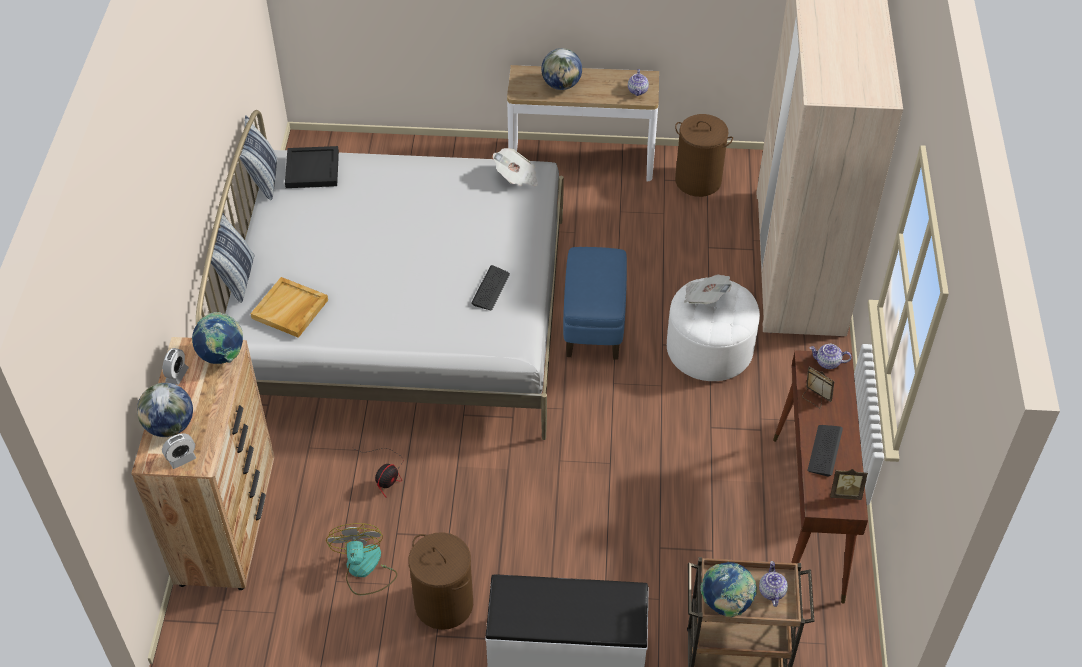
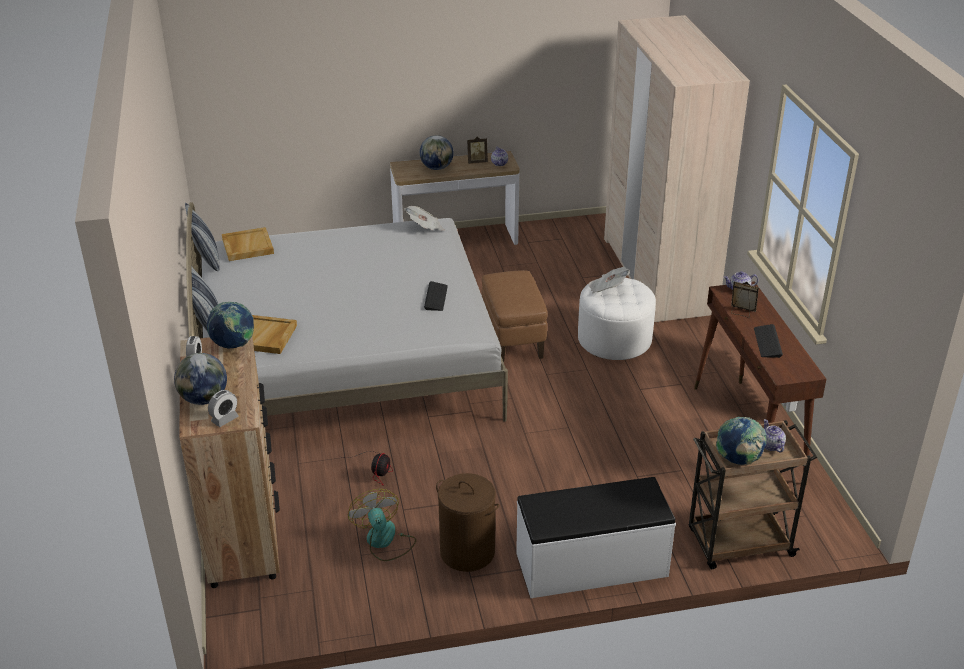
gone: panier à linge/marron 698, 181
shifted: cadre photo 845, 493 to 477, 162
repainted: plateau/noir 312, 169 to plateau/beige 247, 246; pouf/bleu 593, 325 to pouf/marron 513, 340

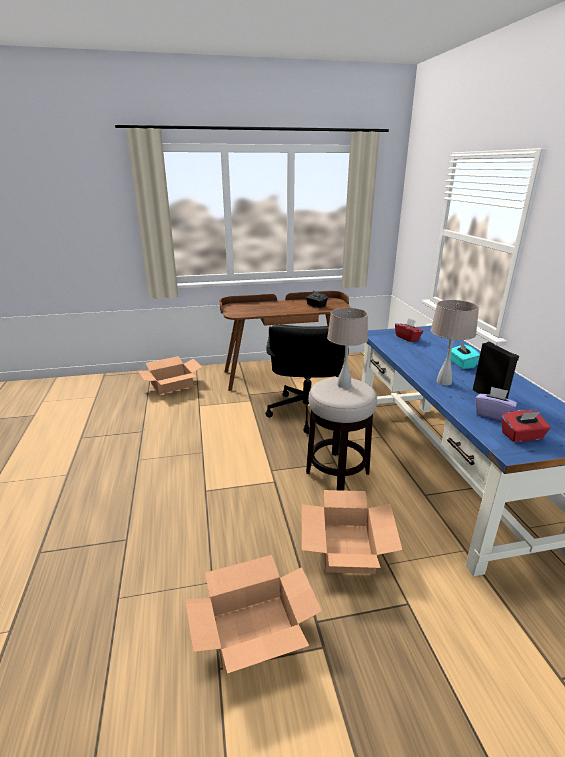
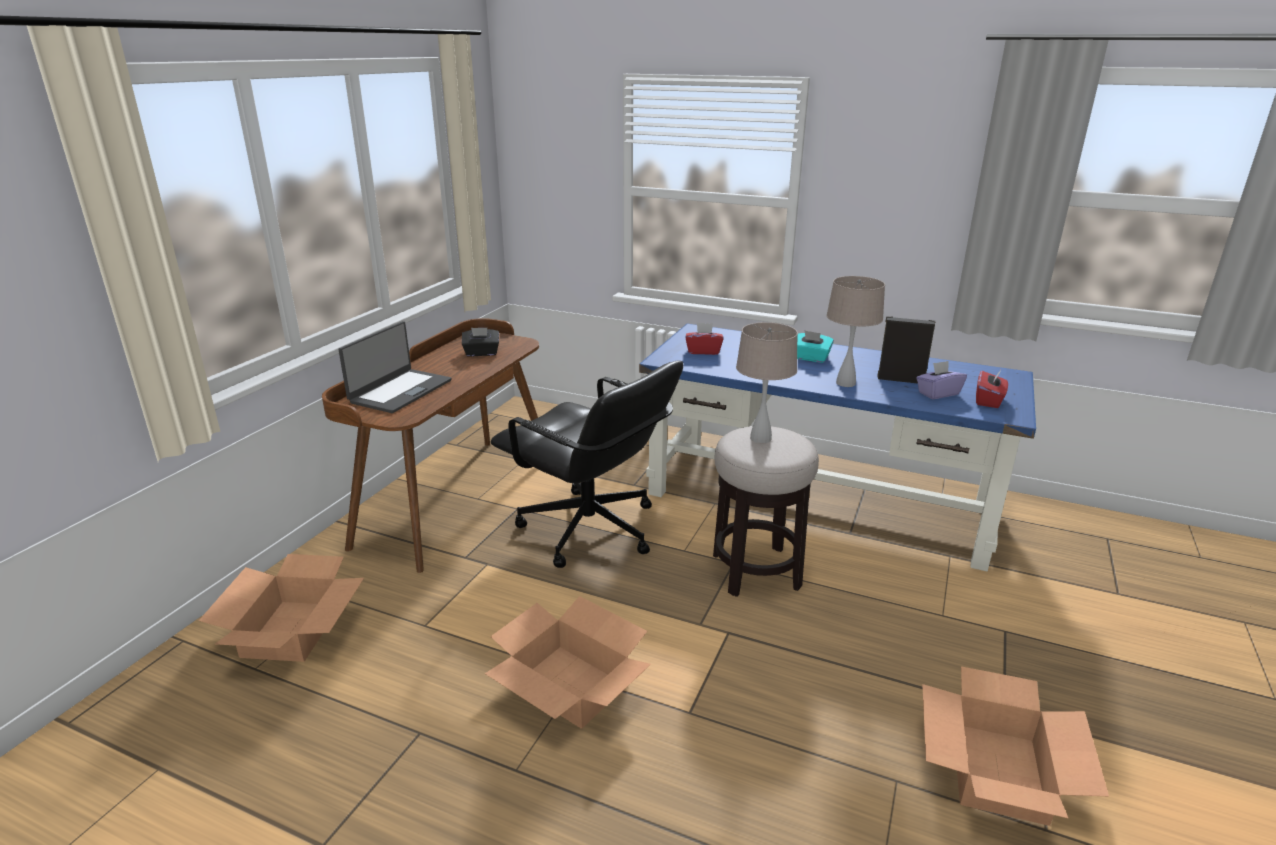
new: ordinateur portable 400, 391
shifted: carton 346, 548 to 570, 685

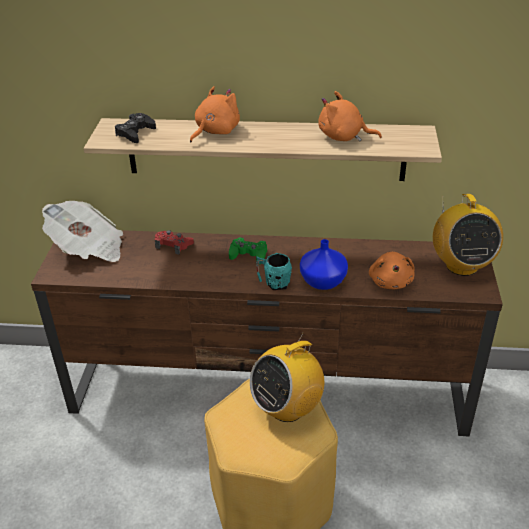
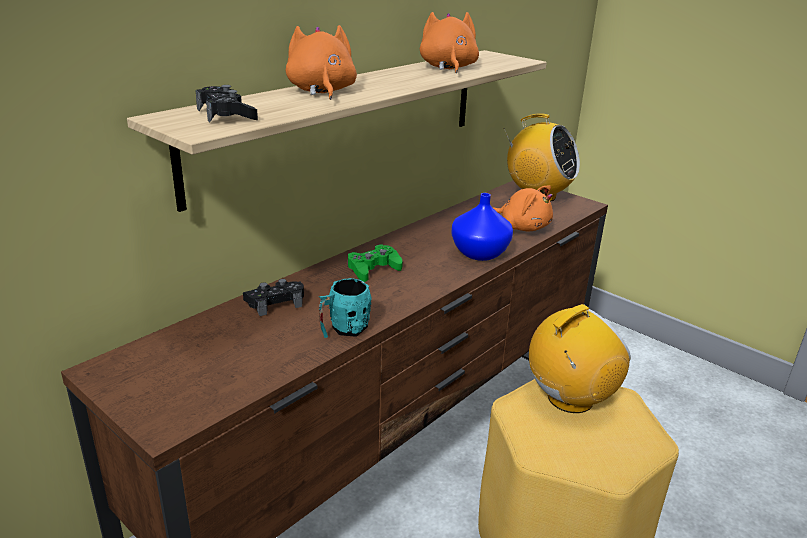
gone: journal 88, 248
shifted: mug/turquoise 274, 283 to 344, 329
repainted: manette/rouge 173, 245 to manette/noir 275, 303
rotated: peluche/orange 343, 137 = 447, 68 120 degrees clockwise; radio 287, 408 = 569, 399 120 degrees counterclockwise

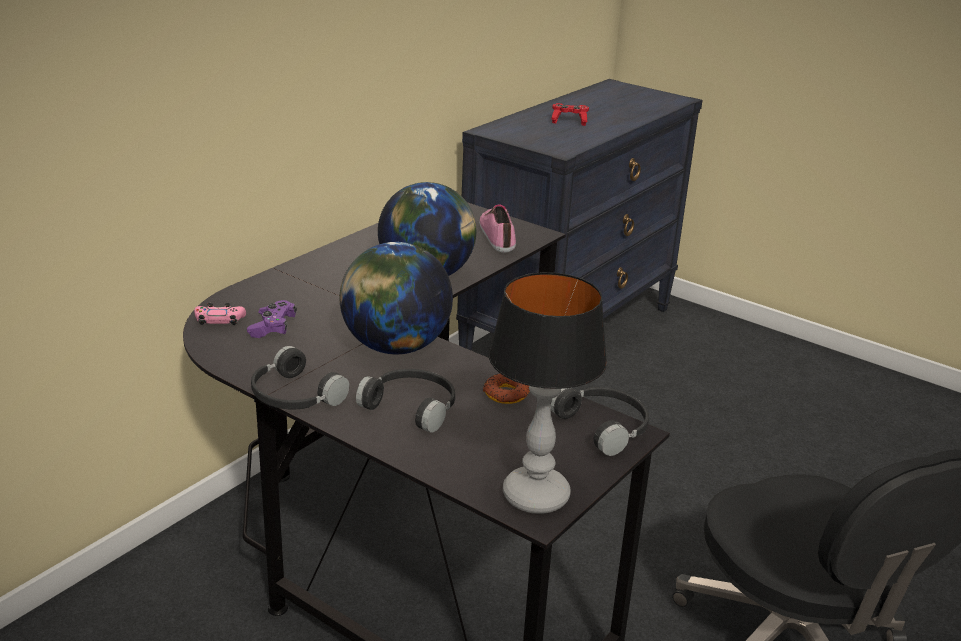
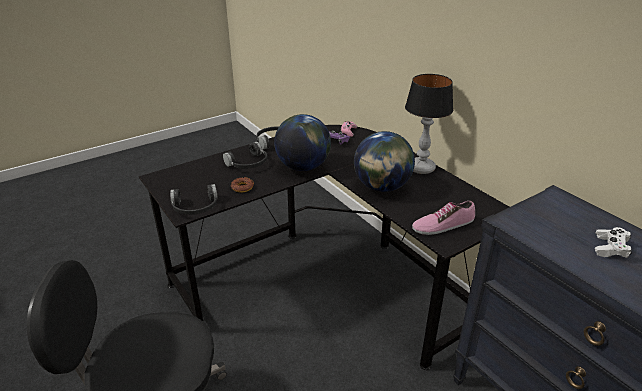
shifted: lampe de table 537, 496 to 421, 168
repainted: manette/rouge 569, 121 to manette/blanc 610, 248
rotated: chaussure 498, 235 = 443, 225 150 degrees clockwise

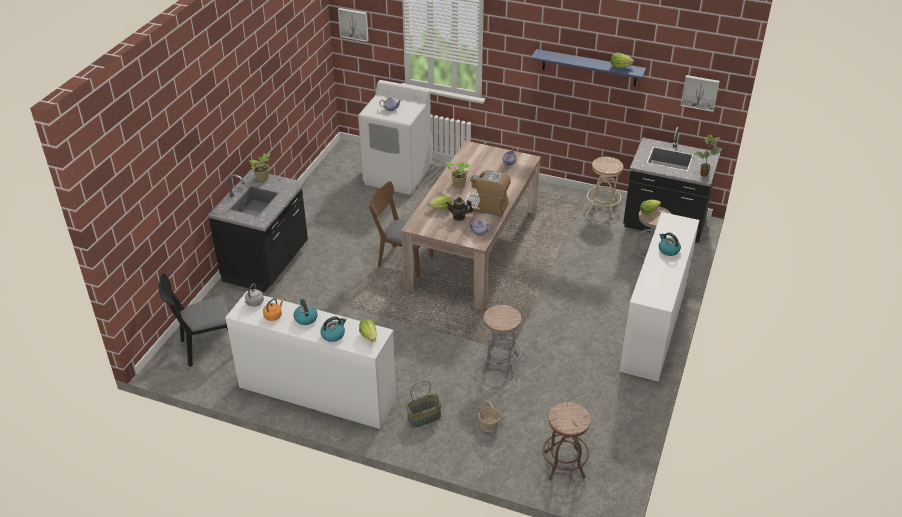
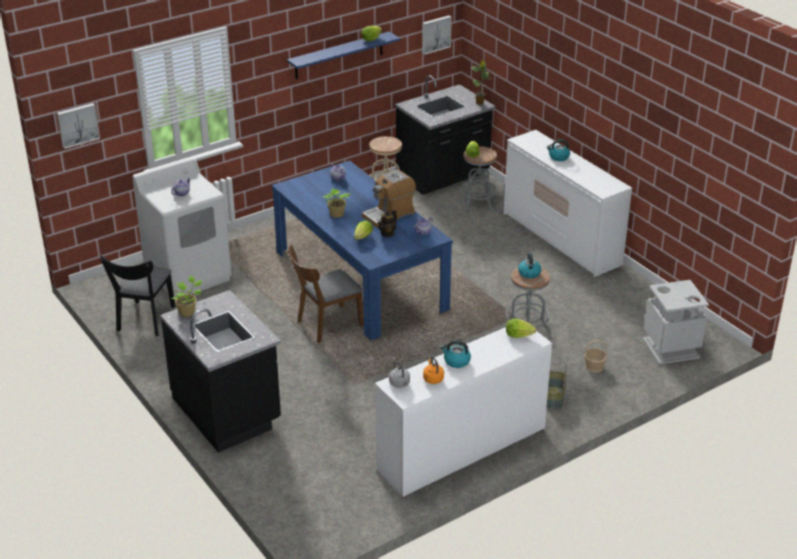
shifted: chaise/noir 204, 347 to 144, 321; bouilloire 333, 334 to 529, 273
swapped: tabouret/marron 564, 464 to poubelle/gris 671, 348
repainted: table à manger/beige 473, 250 to table à manger/bleu 360, 280

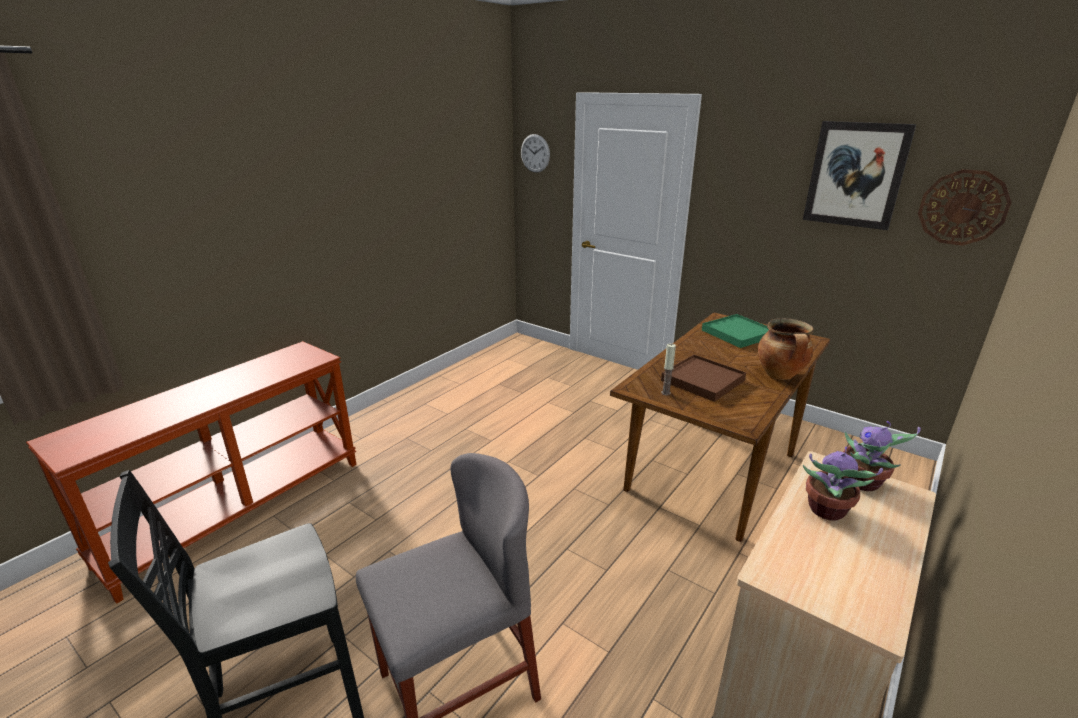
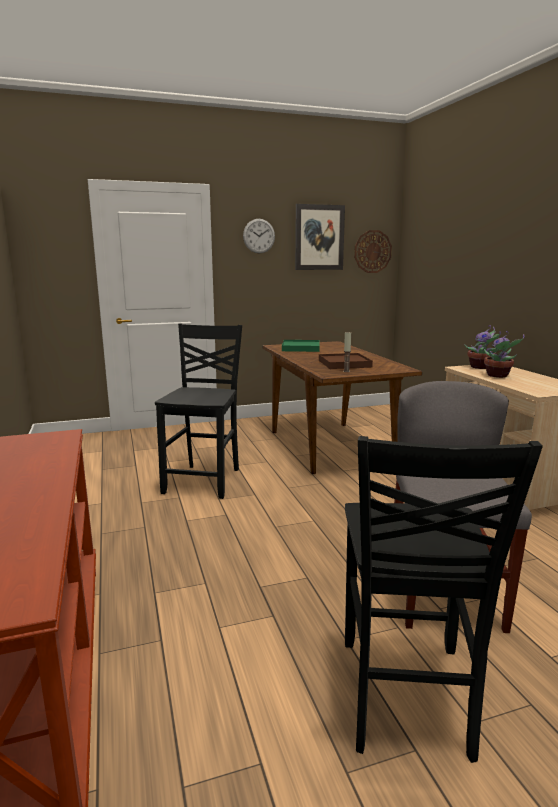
gone: marmite 780, 375
new: chaise/noir 205, 480
shifted: horloge murale 535, 153 to 259, 236

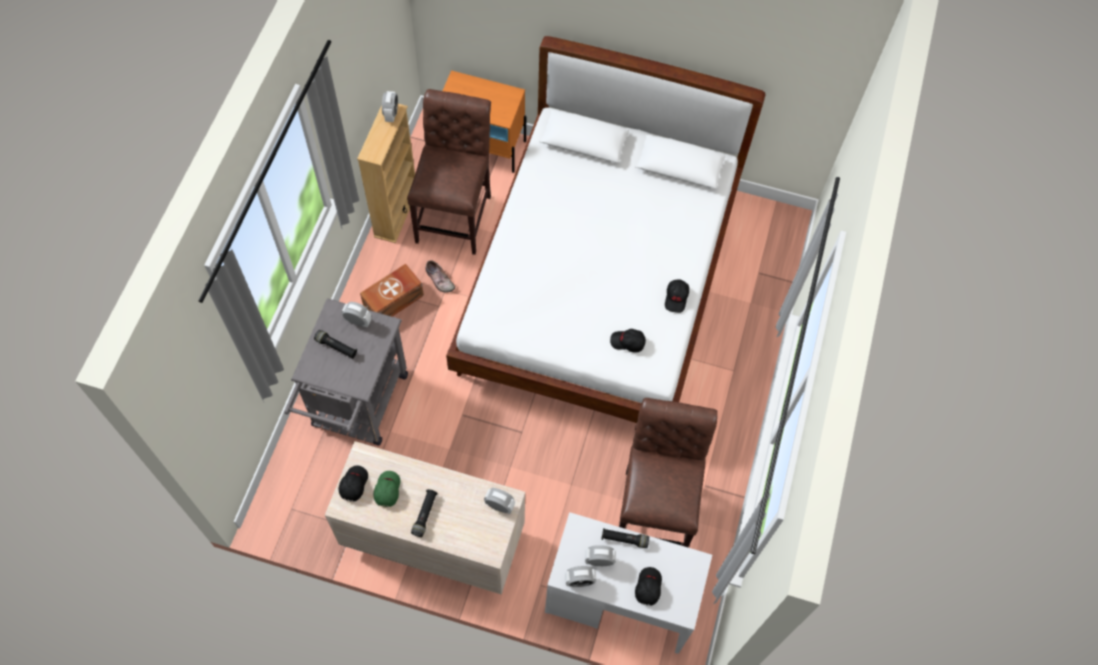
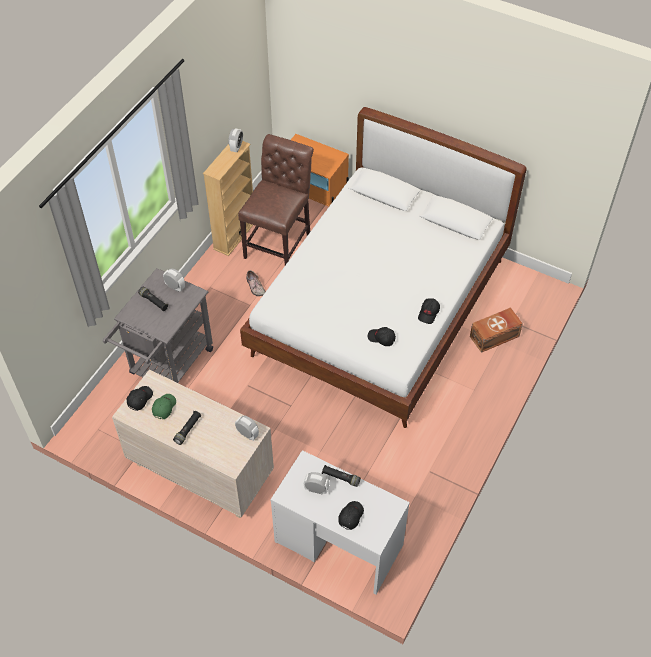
gone: réveil 579, 581; chaise/marron 655, 507
shifted: boîte de rangement/marron 394, 300 to 495, 336

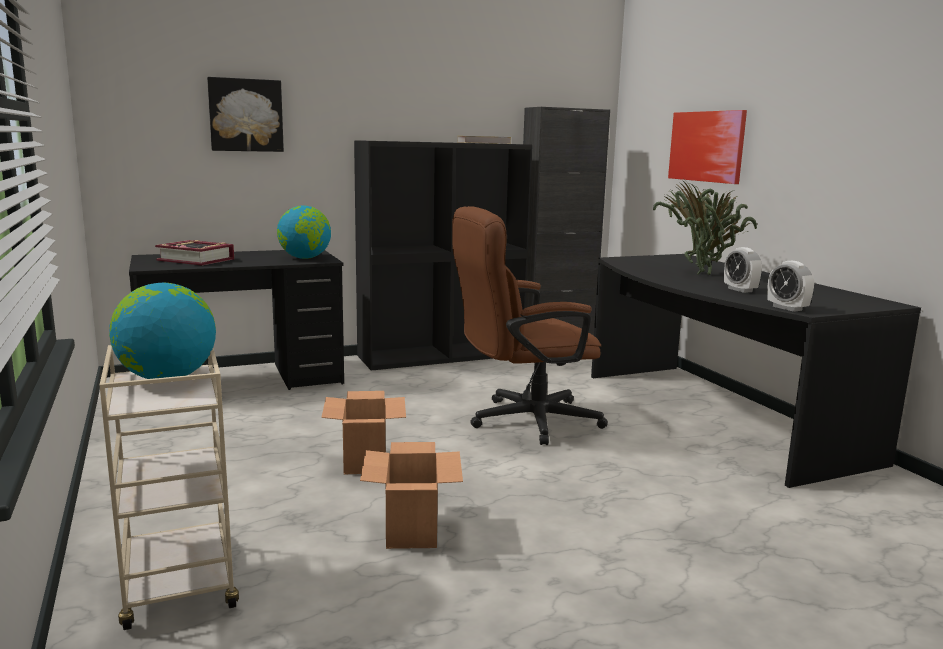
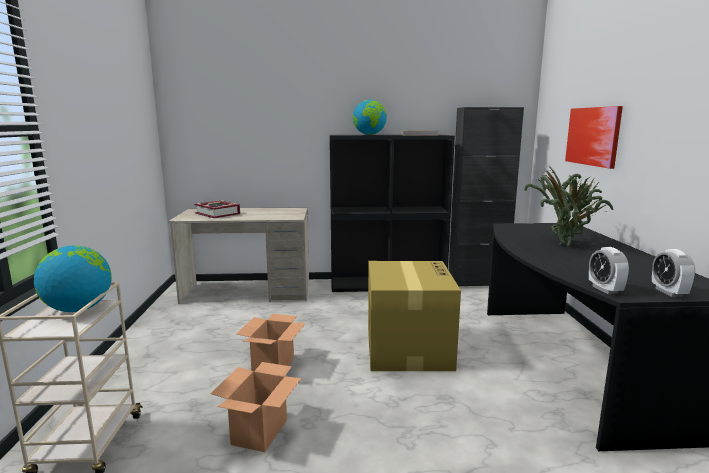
gone: tableau 245, 115
shifted: globe 305, 258 to 369, 134; réveil 740, 290 to 669, 292
swapped: chaise de bureau/marron 523, 421 to carton 407, 347
repainted: bureau/noir 243, 381 to bureau/beige 248, 292

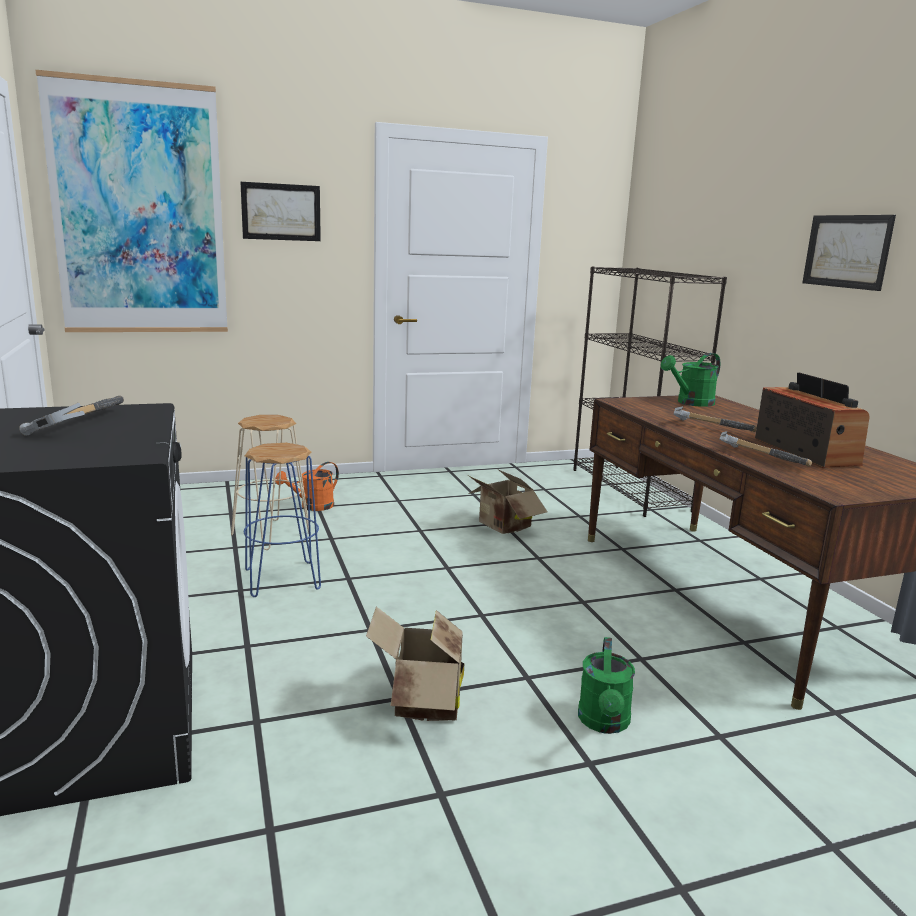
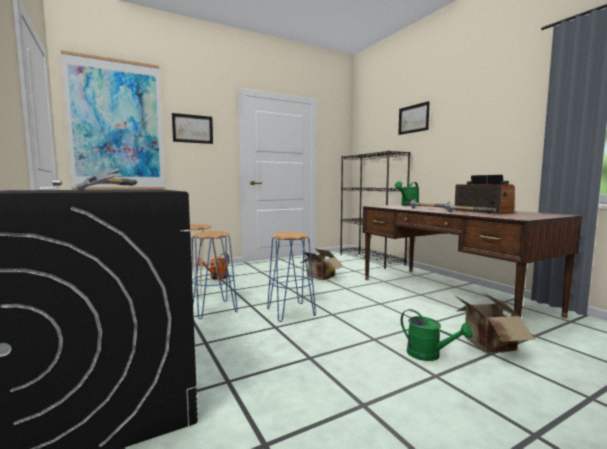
new: tabouret/bleu 291, 312
shifted: tableau 846, 251 to 413, 119; carton 421, 703 to 486, 345
rotated: arrosoir/vert 604, 723 = 429, 355 45 degrees counterclockwise

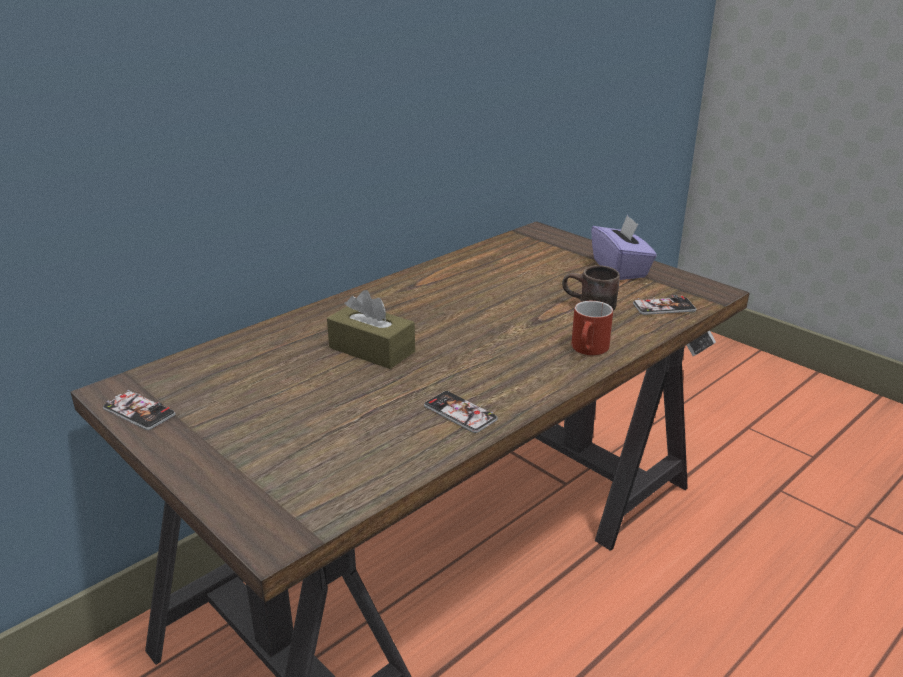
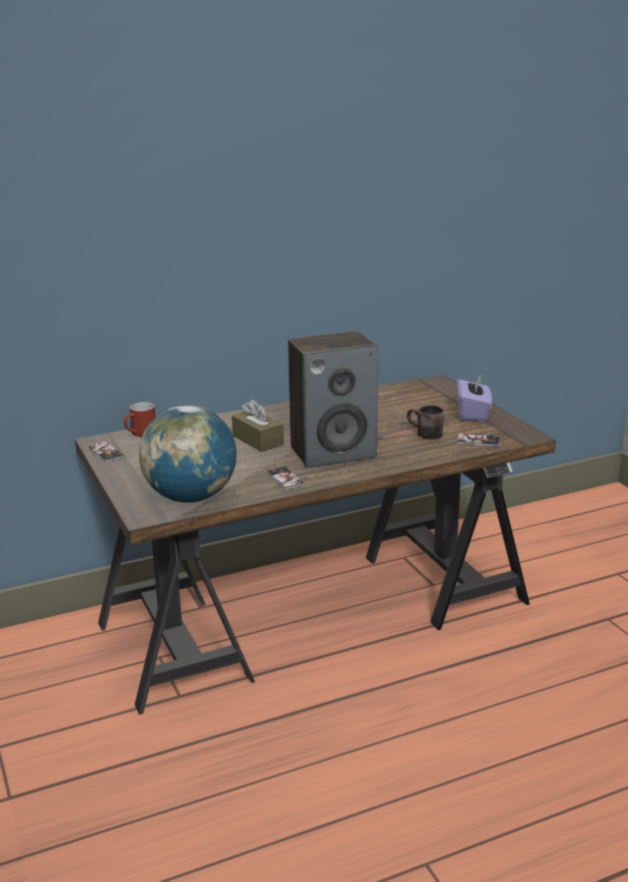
new: globe 191, 498; enceinte 333, 452
shifted: mug/rouge 589, 350 to 140, 434

